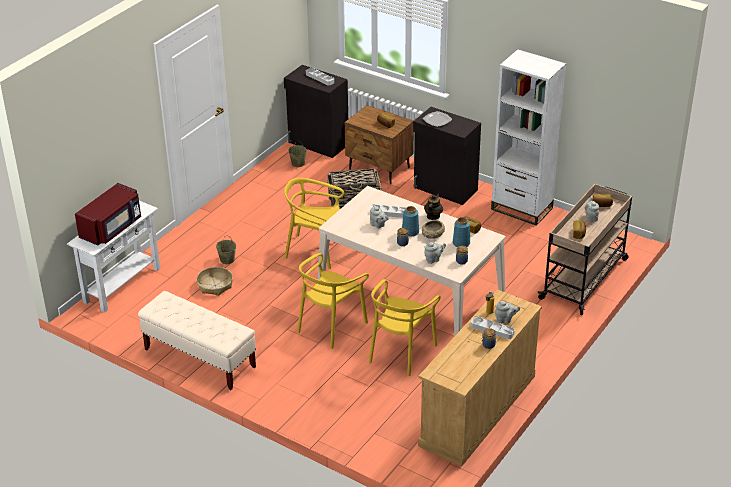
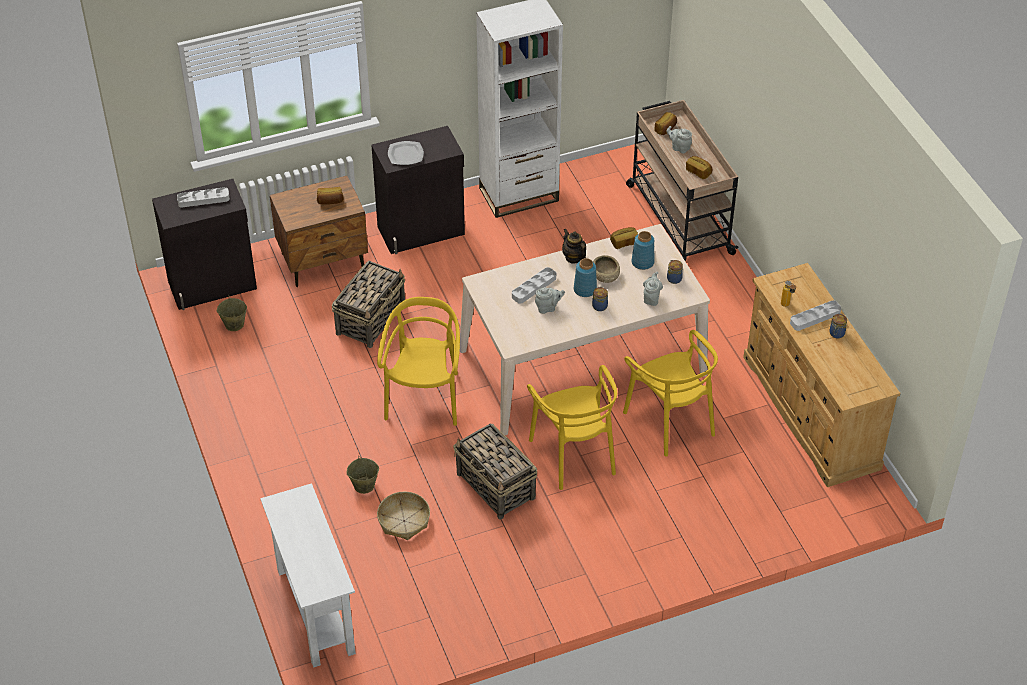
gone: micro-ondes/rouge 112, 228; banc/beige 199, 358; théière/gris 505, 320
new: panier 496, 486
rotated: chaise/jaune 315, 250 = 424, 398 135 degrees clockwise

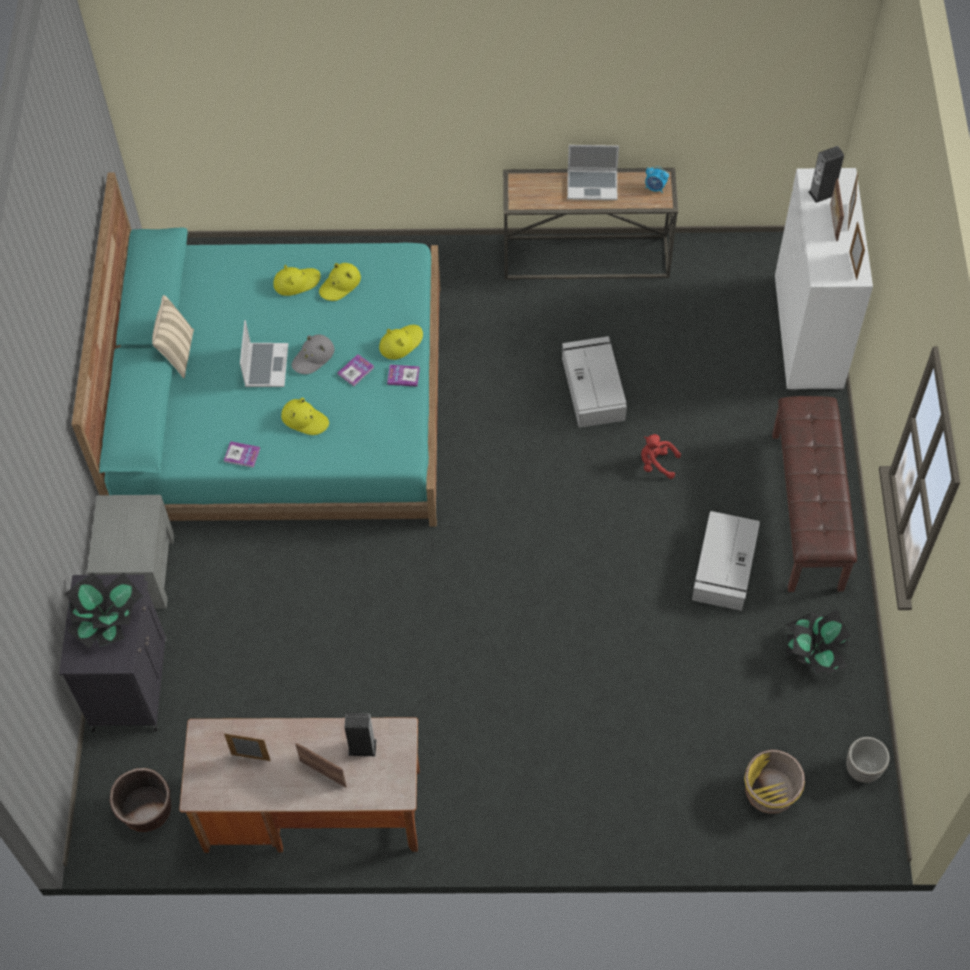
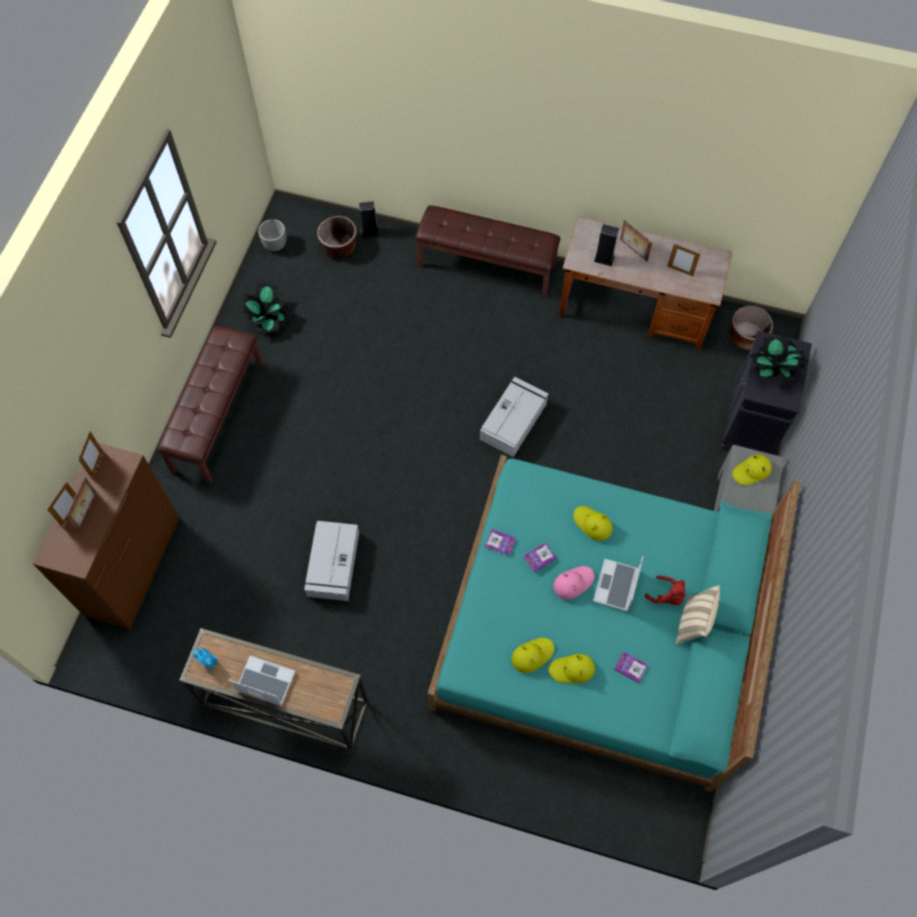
new: banc/marron 487, 266
shifted: enceinte 822, 193 to 370, 232; boîte de rangement/gris 724, 568 to 514, 420; livre 242, 455 to 630, 667; peluche/rouge 656, 463 to 667, 596; chapeau/jaune 401, 343 to 751, 471
repainted: commode/blanc 808, 332 to commode/marron 133, 566; cache-pot/jaune 769, 792 to cache-pot/marron 339, 247; chapeau/gris 313, 357 to chapeau/rose 573, 583

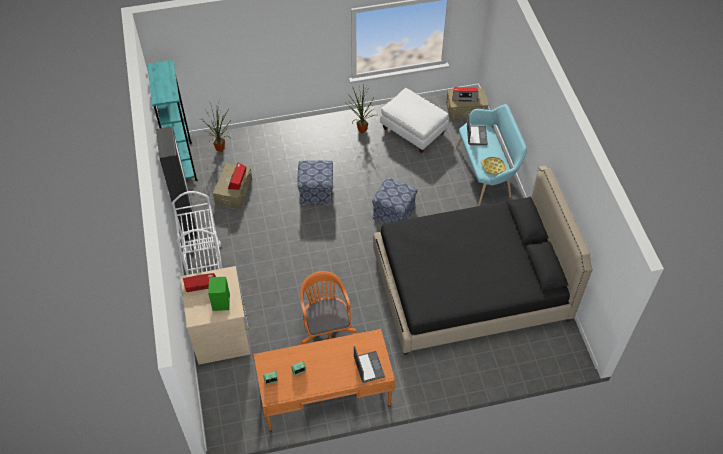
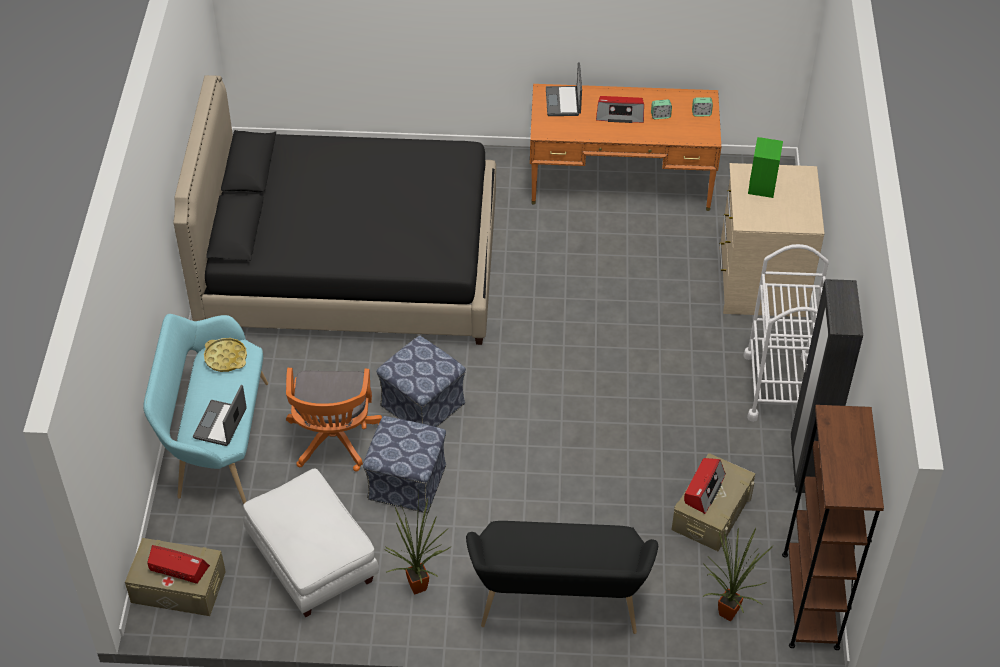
new: banc/noir 558, 605
shifted: chaise de bureau/orange 326, 329 to 333, 441; pouf 316, 192 to 406, 482; radio 200, 285 to 620, 114
repainted: bibliothèque/turquoise 183, 162 to bibliothèque/marron 810, 600

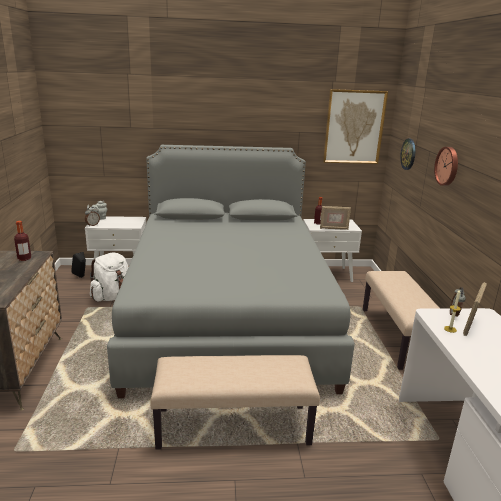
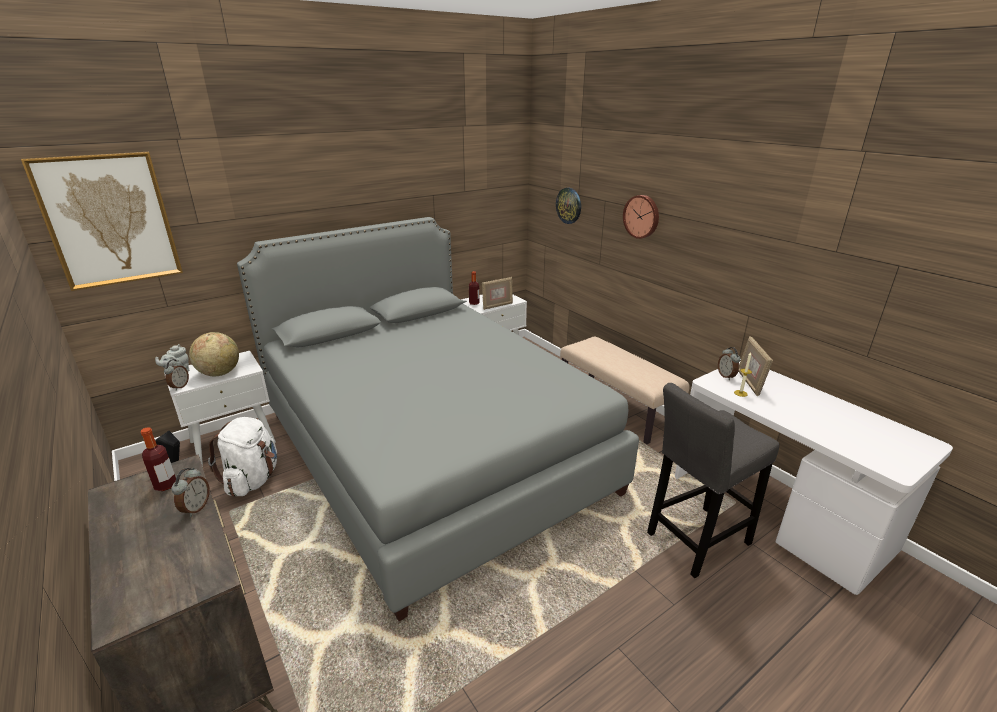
gone: banc/beige 234, 426
new: réveil 195, 508; globe 219, 373; tabouret/gris 695, 541
shifted: tableau 354, 127 to 109, 220

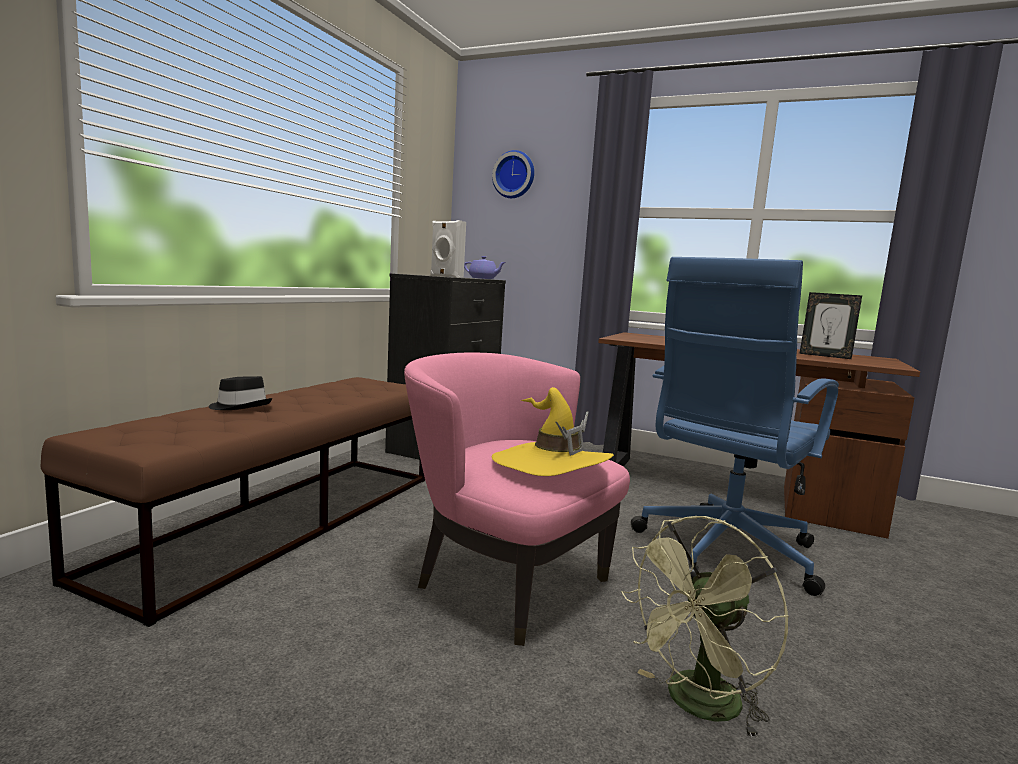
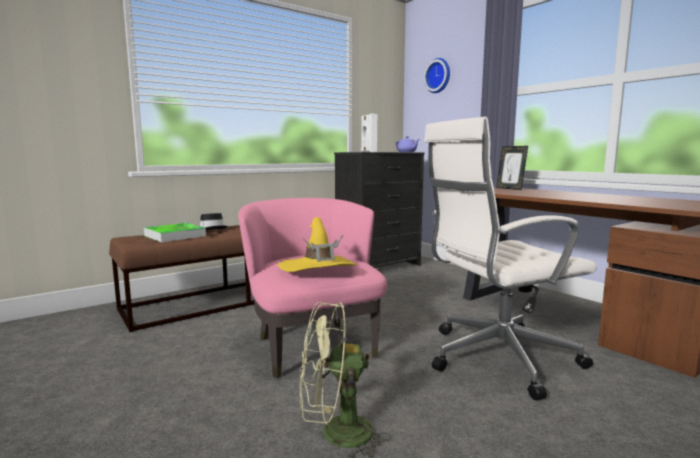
new: plateau 175, 236
shifted: cadre photo 825, 356 to 510, 189
repainted: chaise de bureau/bleu 723, 552 to chaise de bureau/blanc 496, 358

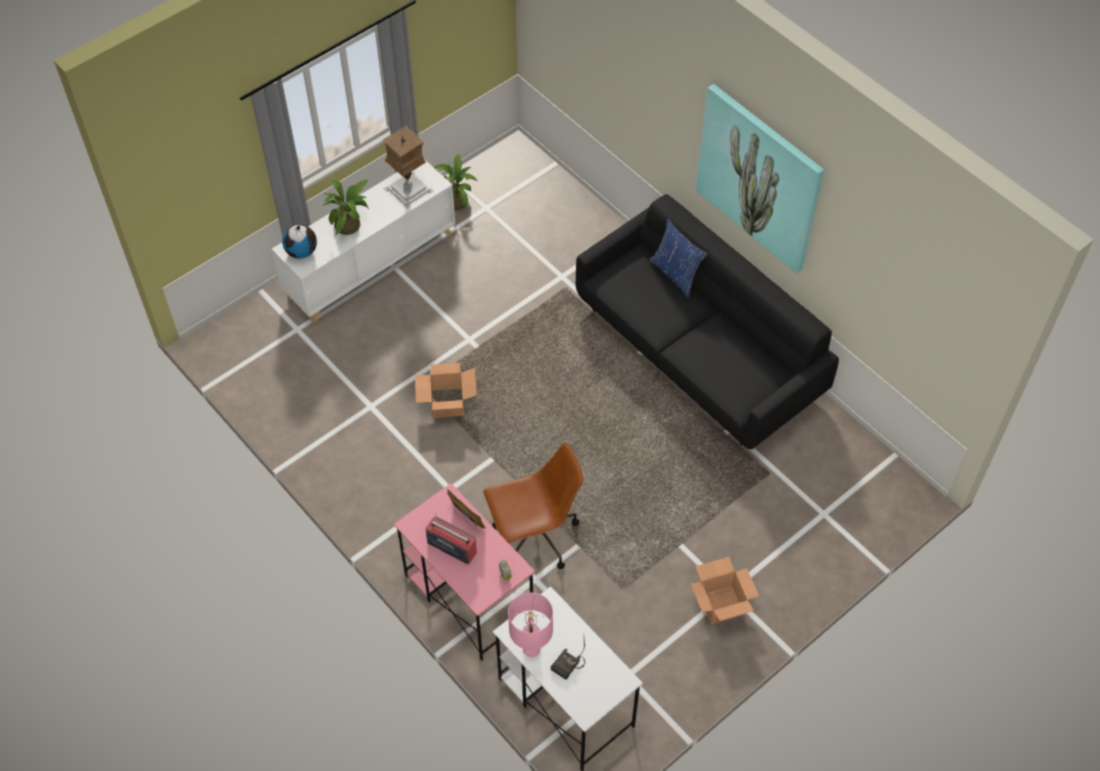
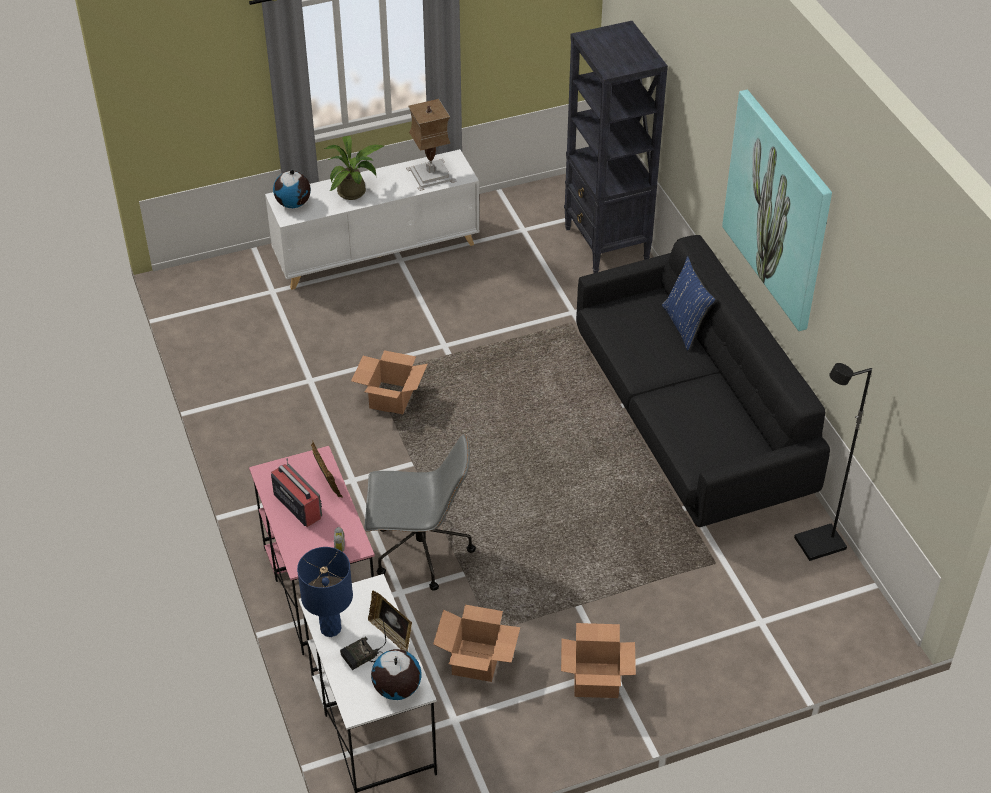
gone: plante en pot 457, 200
new: cadre photo 391, 634; globe 397, 689; carton 476, 660; bibliothèque/noir 606, 245; lampadaire/noir 819, 545
repainted: lampe de table/rose 531, 649 to lampe de table/bleu 331, 628; chaise de bureau/marron 534, 537 to chaise de bureau/gris 419, 552

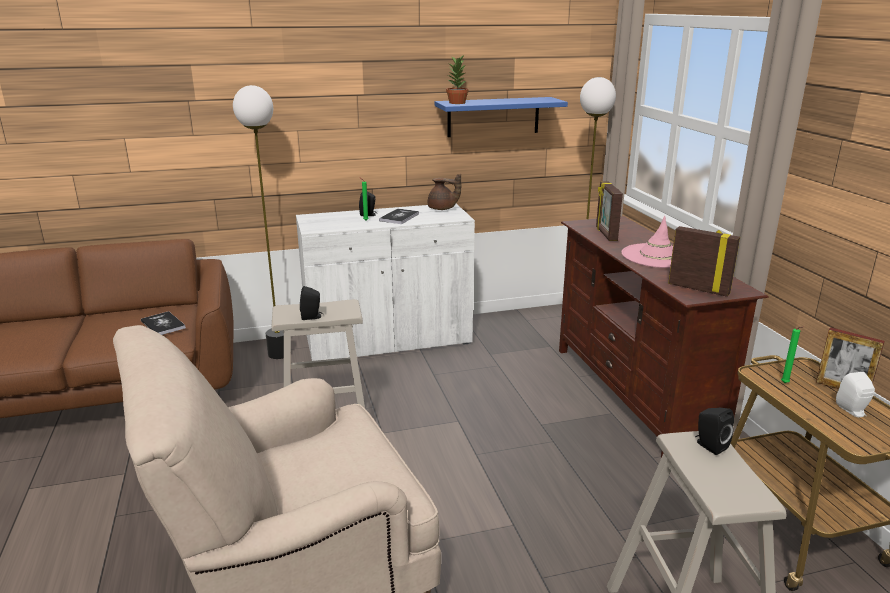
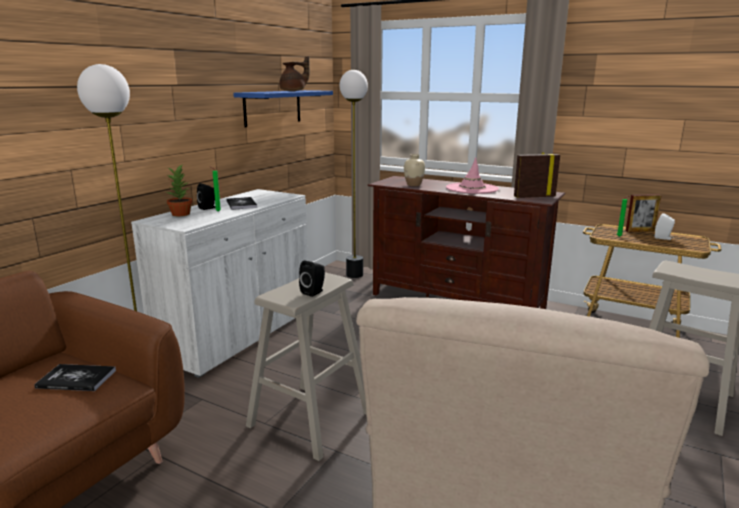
gone: enceinte/noir 709, 445
shifted: plante en pot 457, 103 to 181, 214; théière/marron 442, 209 to 294, 91
swapped: cadre photo 605, 234 to vase/beige 414, 185

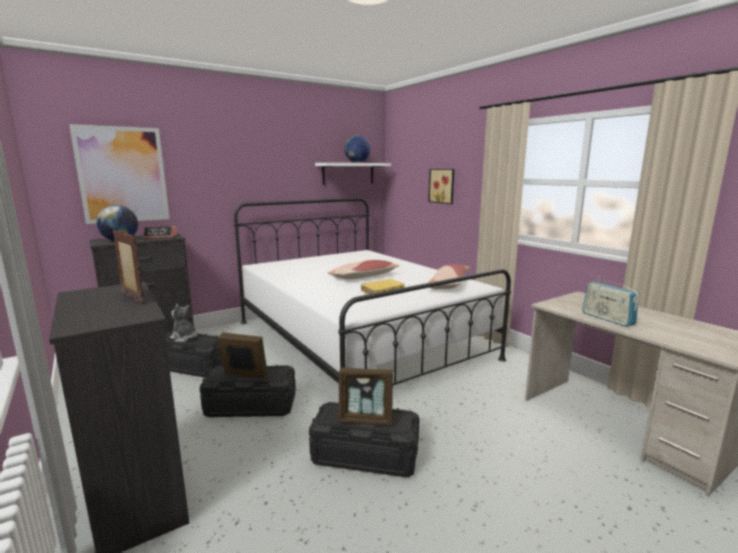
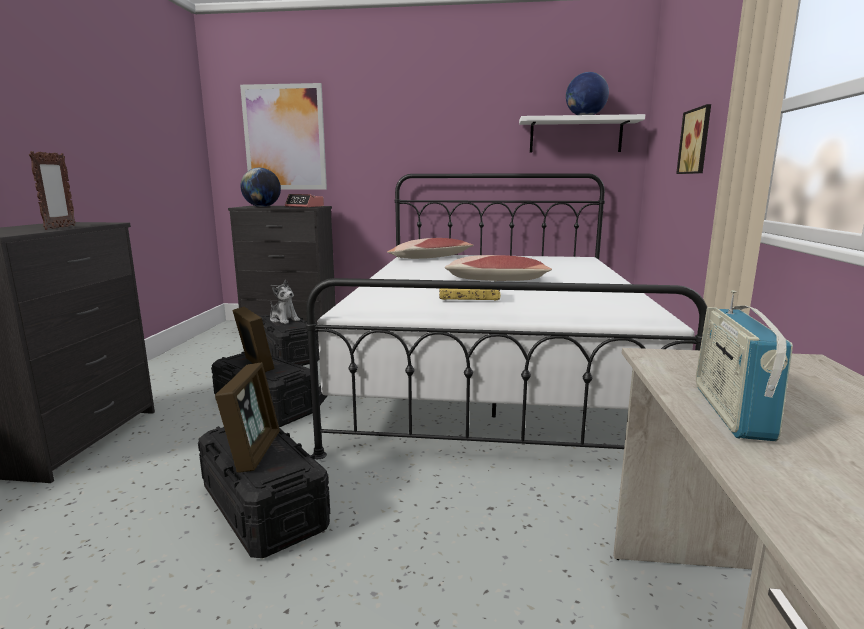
shifted: coussin 448, 284 to 430, 258
rotated: cadre photo 366, 420 = 254, 451 135 degrees counterclockwise; peluche 184, 338 = 284, 320 150 degrees clockwise

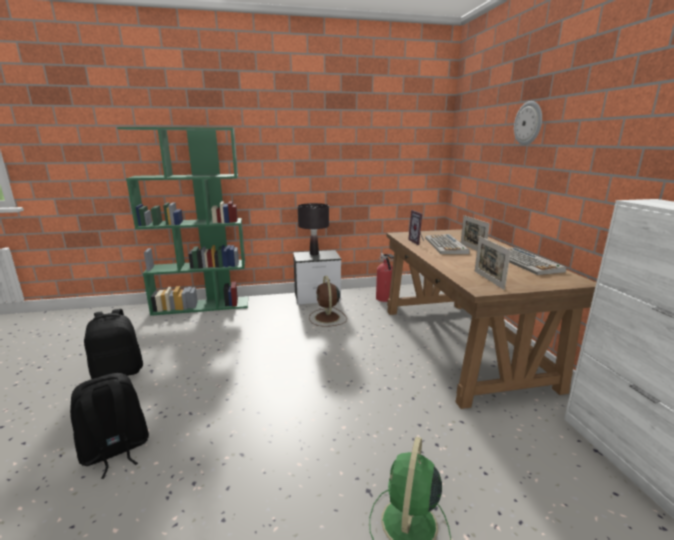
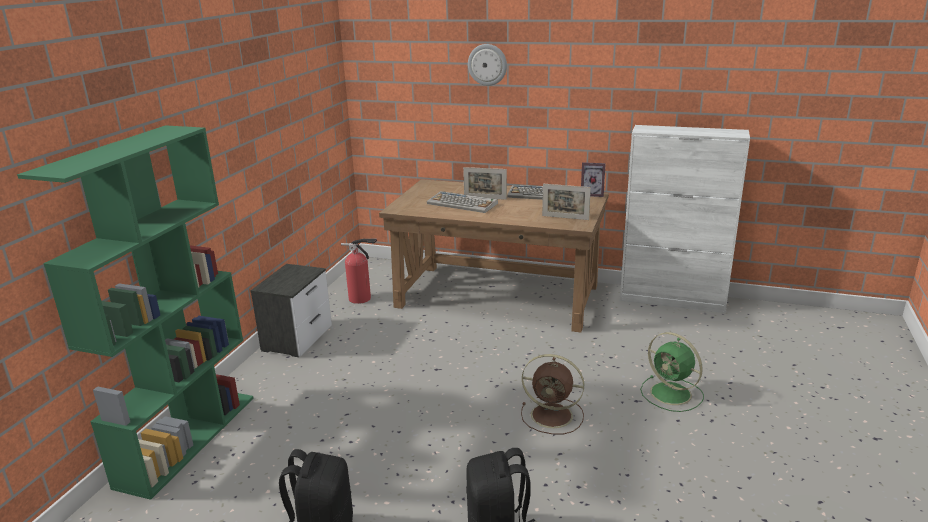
gone: lampe de table/noir 314, 254
shifted: ventilateur/marron 327, 318 to 553, 416; cadre photo 418, 242 to 592, 194

